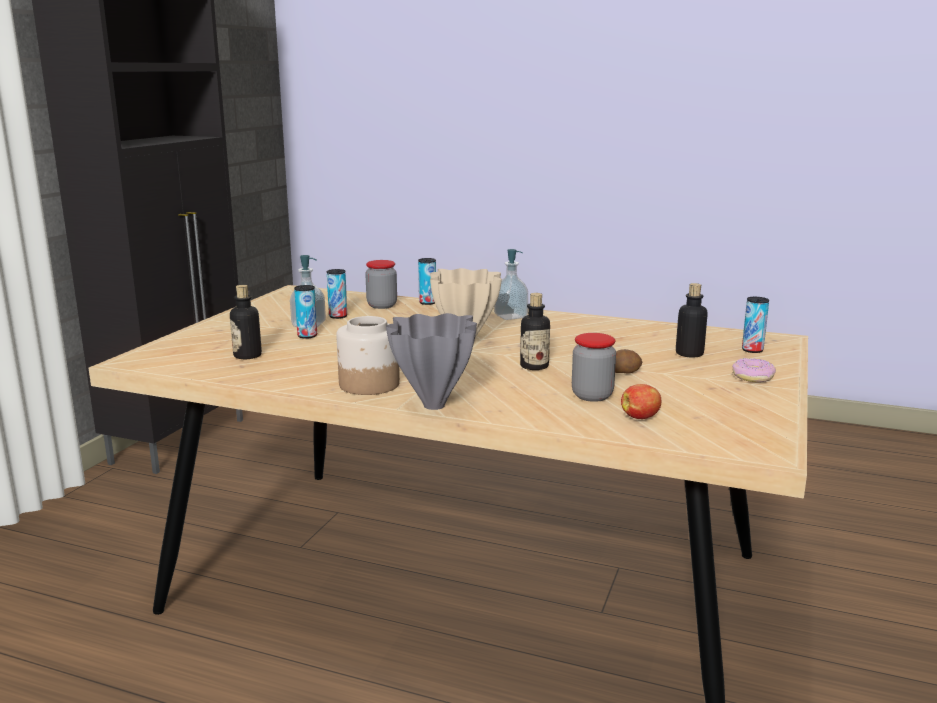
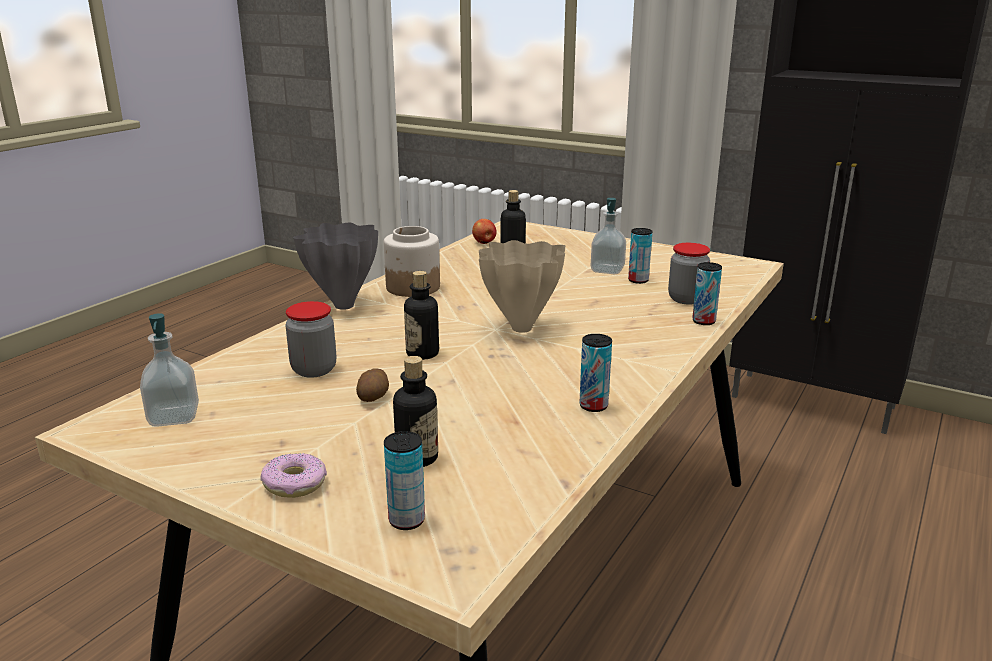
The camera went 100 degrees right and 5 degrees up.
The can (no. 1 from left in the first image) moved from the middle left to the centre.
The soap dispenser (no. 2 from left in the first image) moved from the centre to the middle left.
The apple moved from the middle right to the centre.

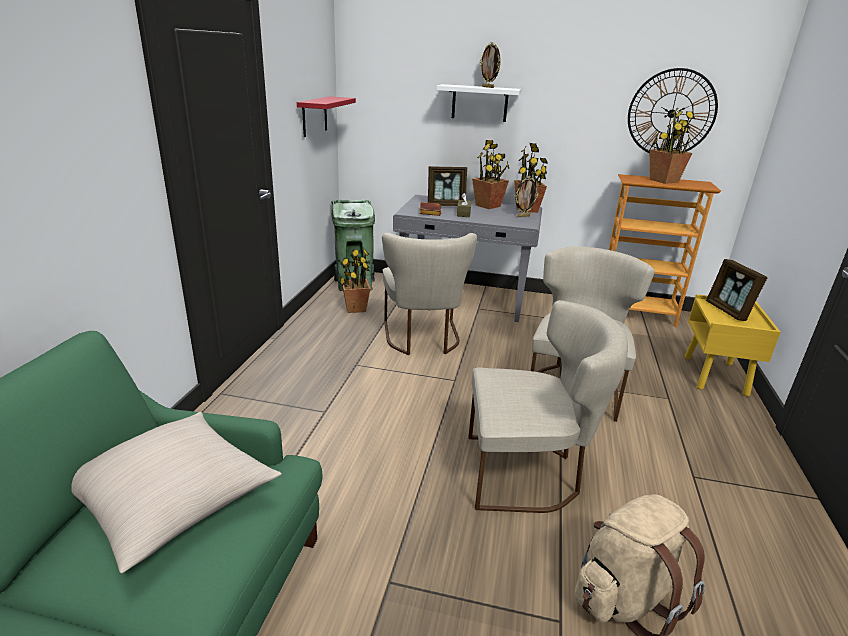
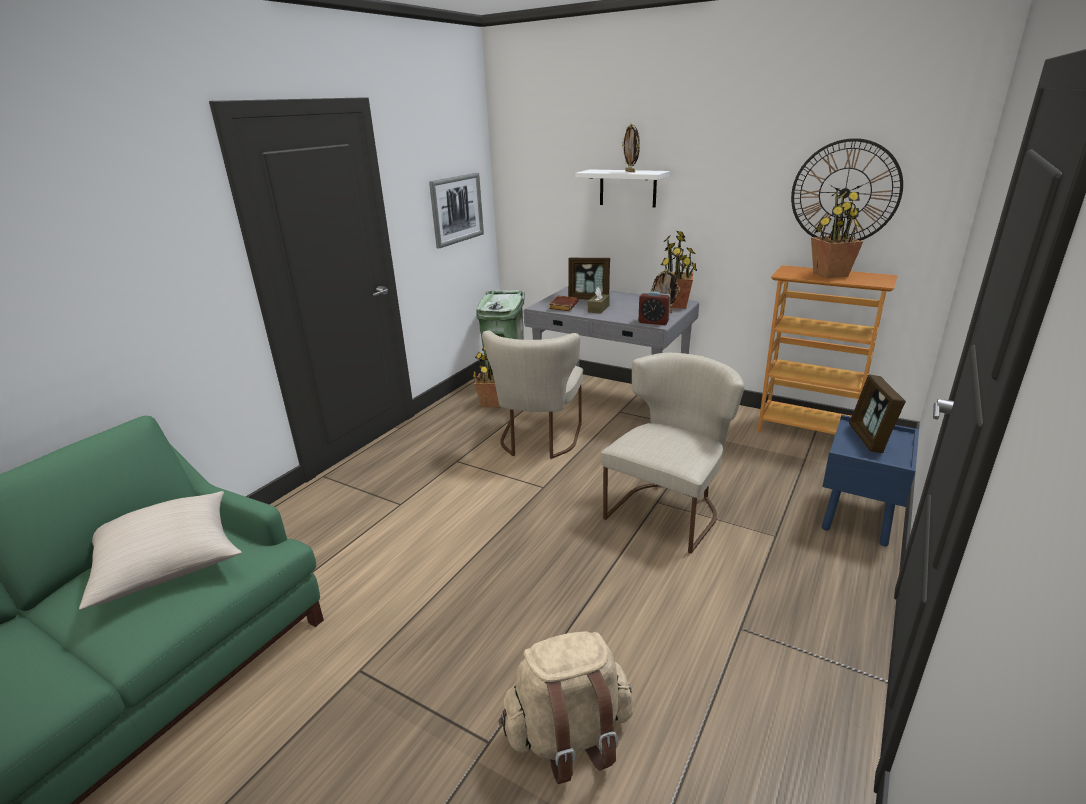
The camera went 20 degrees right and 0 degrees up.
The shelf in red at the top centre was replaced by the picture at the top centre.
The chair in beige (no. 2 from left) at the centre disappeared.
The potted plant (no. 2 from left) at the top centre disappeared.
The nightstand in yellow at the middle right became the nightstand in blue at the middle right.
The alarm clock at the centre appeared.

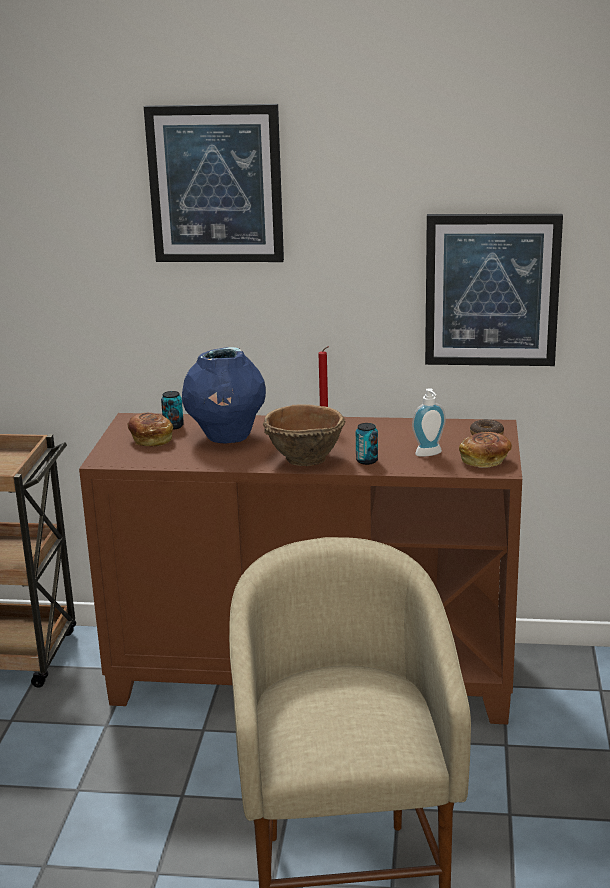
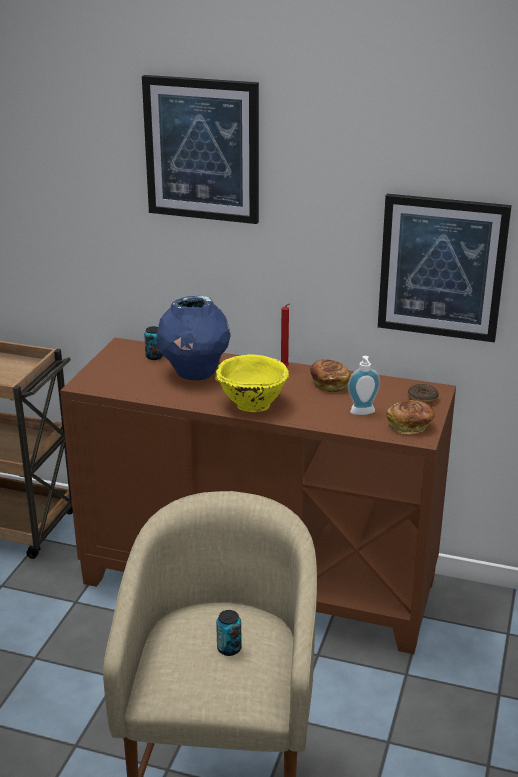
The camera went 10 degrees right and 5 degrees up.
The bread (no. 1 from left) moved from the middle left to the centre.
The bowl in brown at the centre became the bowl in yellow at the centre.
The can (no. 2 from left) moved from the centre to the bottom centre.

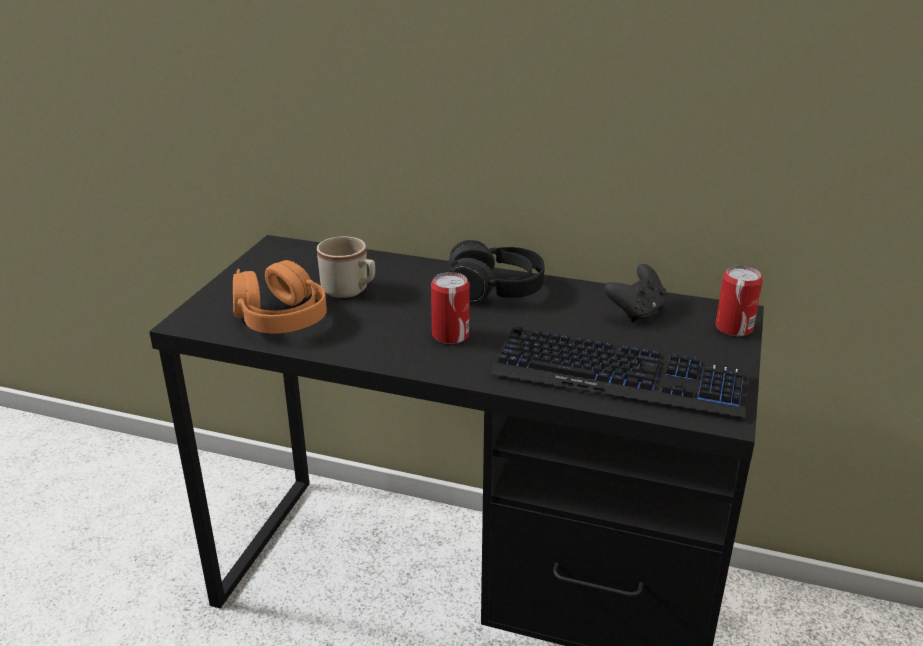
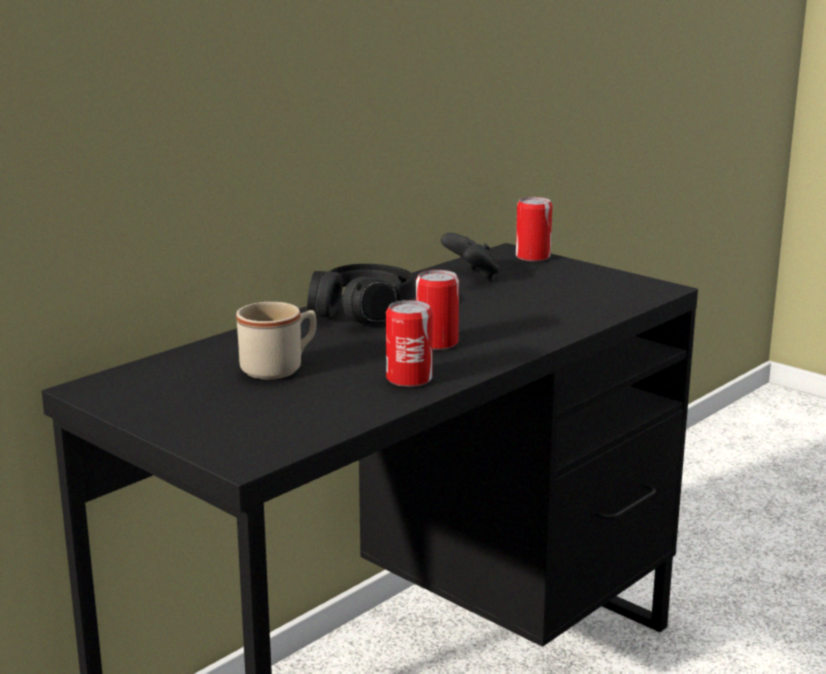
The camera went 65 degrees left and 10 degrees down.
The headphones in orange at the middle left disappeared.
The keyboard at the middle right disappeared.
The can (no. 1 from left) at the centre appeared.

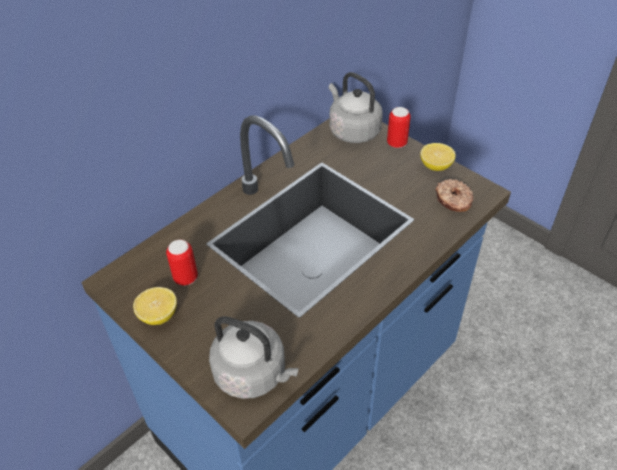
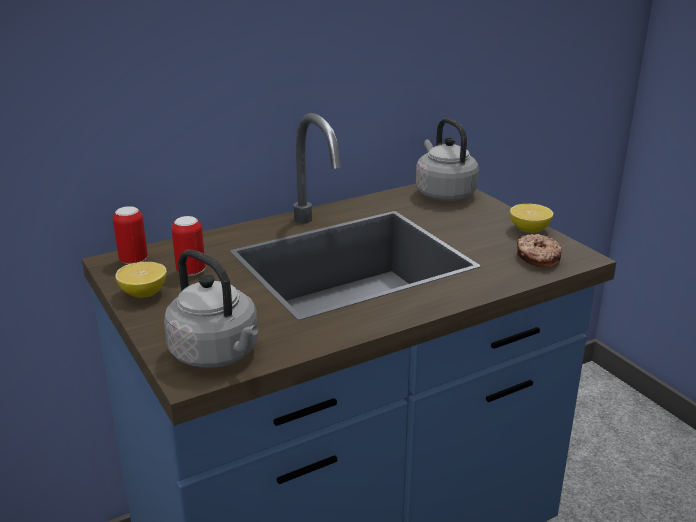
The camera went 15 degrees right and 20 degrees down.
The can (no. 2 from left in the first image) moved from the top centre to the middle left.

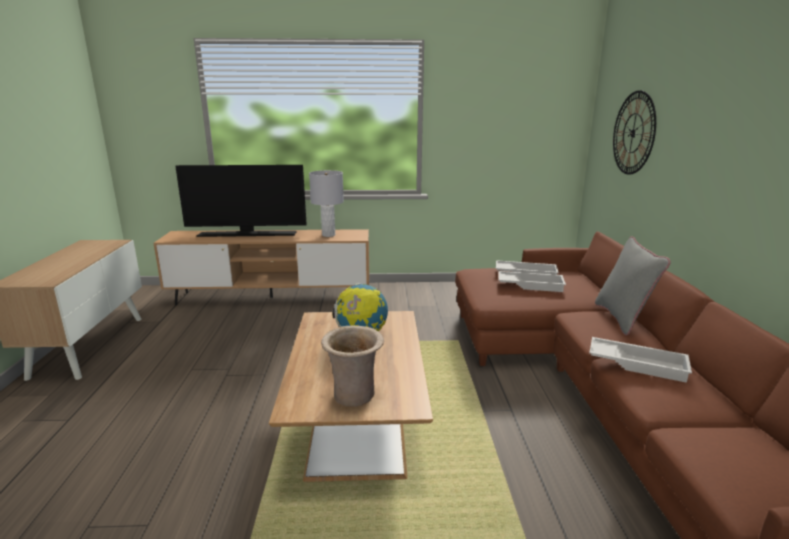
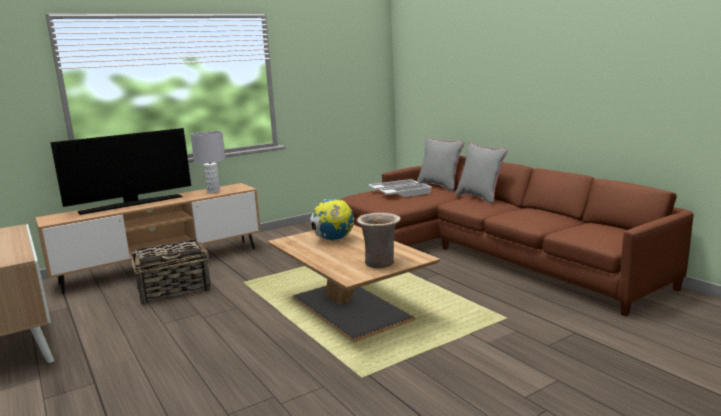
The camera went 30 degrees left and 5 degrees down.
The tray in white (no. 3 from left) at the bottom right disappeared.
The wall clock at the top right disappeared.
The basket at the middle left appeared.
The pillow in grey (no. 1 from left) at the centre appeared.

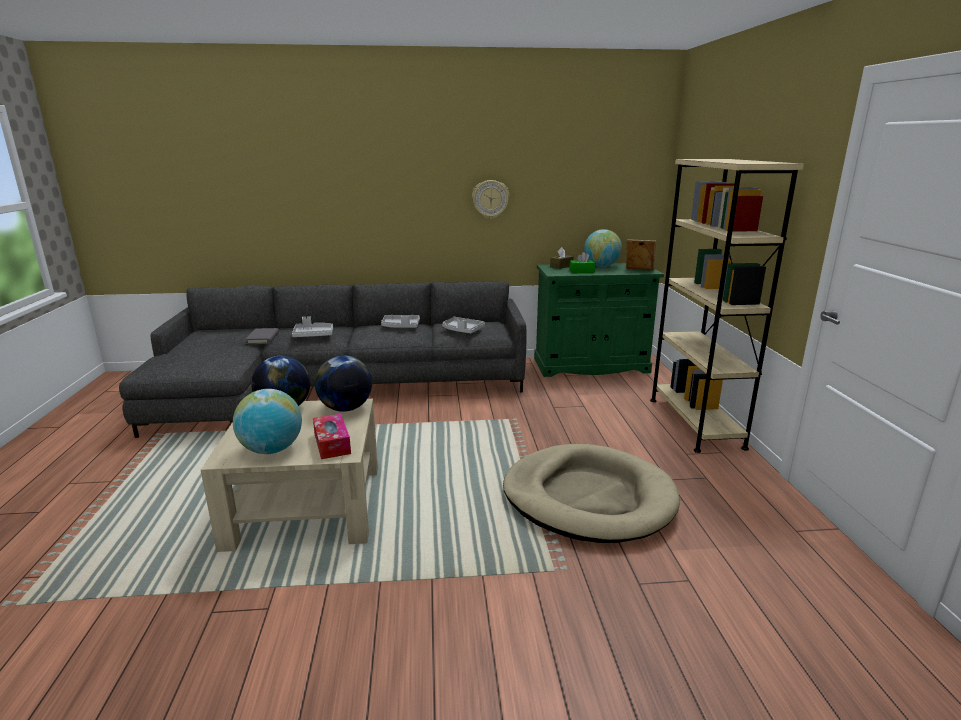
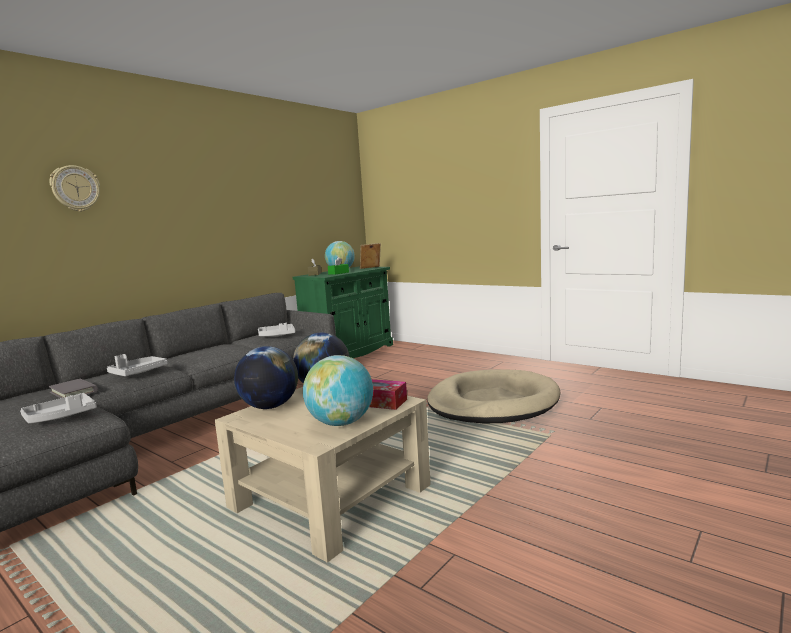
The camera went 45 degrees left and 10 degrees down.
The tray in grey (no. 2 from left in the first image) moved from the centre to the middle left.
The wall clock moved from the top centre to the top left.
The bookcase in beige at the middle right disappeared.

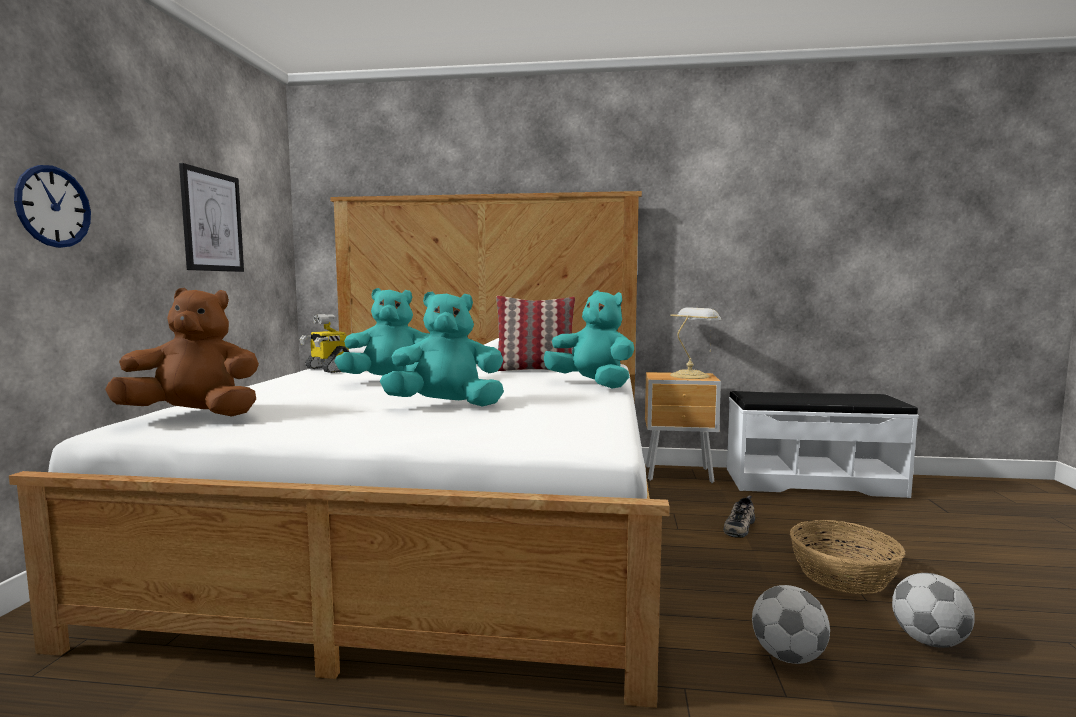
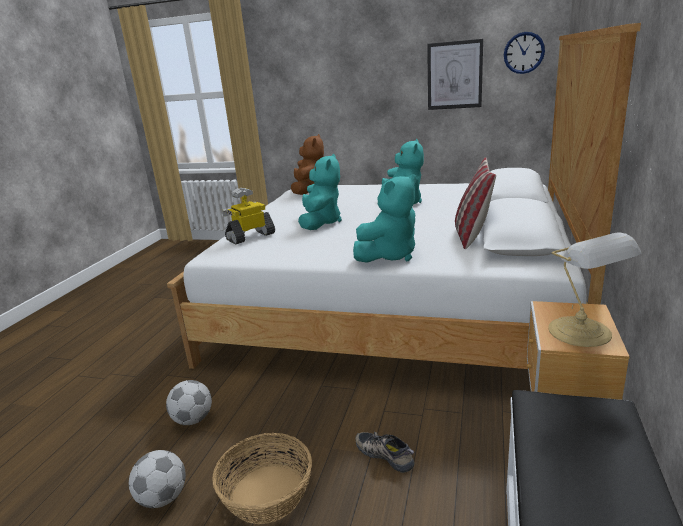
The camera went 100 degrees right and 15 degrees up.
The wall clock moved from the top left to the top right.
The toy robot moved from the middle left to the centre.

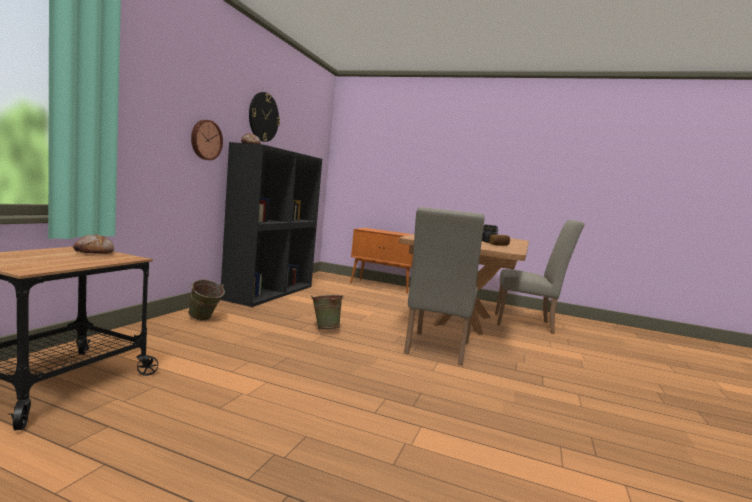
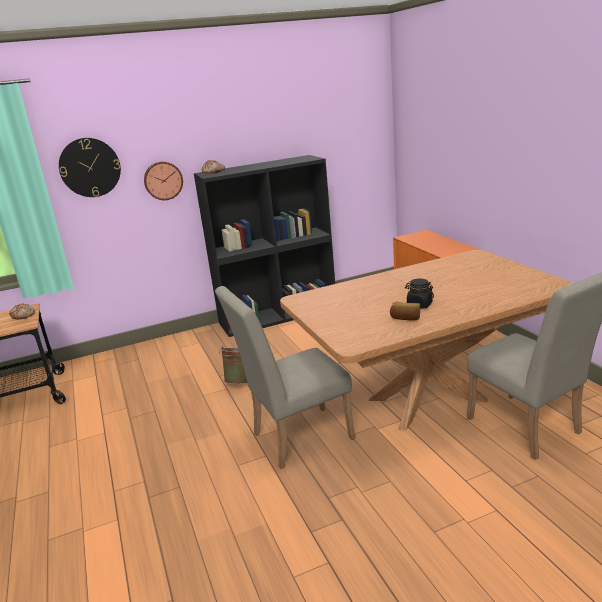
The camera went 50 degrees right and 15 degrees up.
The bucket in green (no. 1 from left) at the middle left disappeared.
The wall clock (no. 2 from left in the first image) moved from the top centre to the top left.

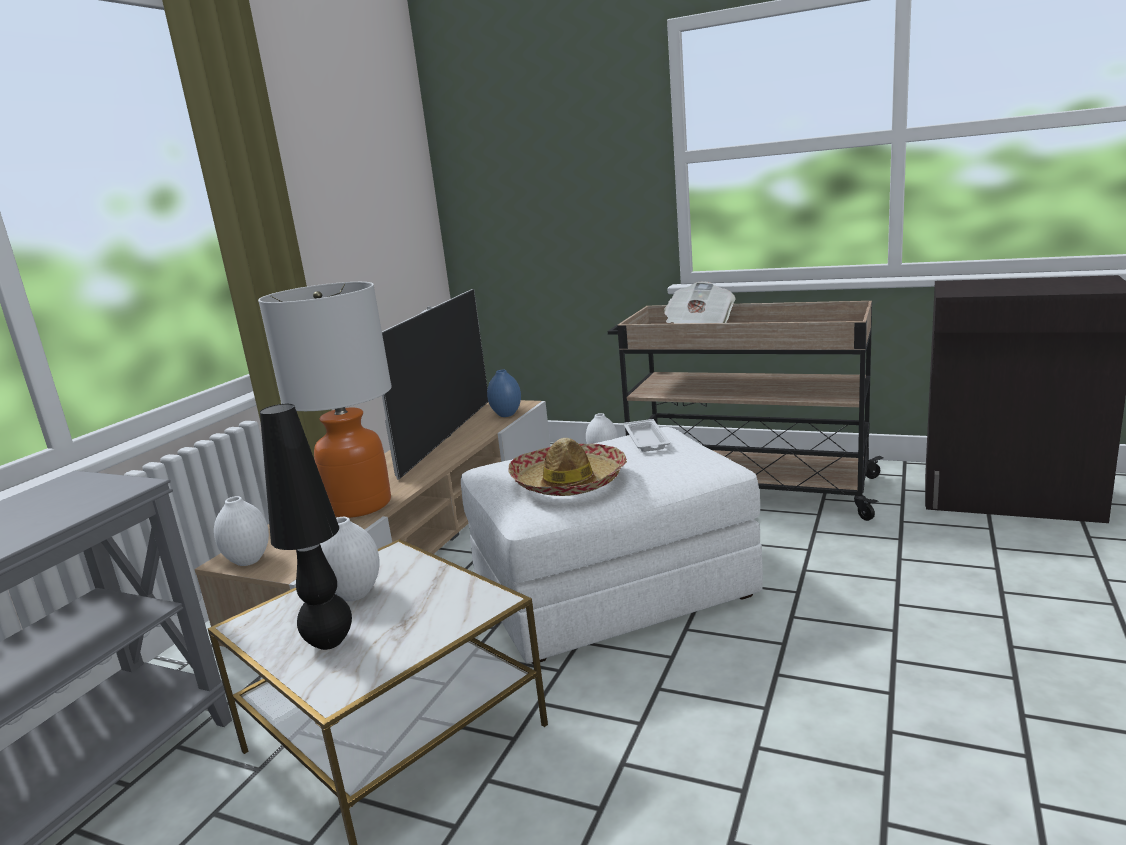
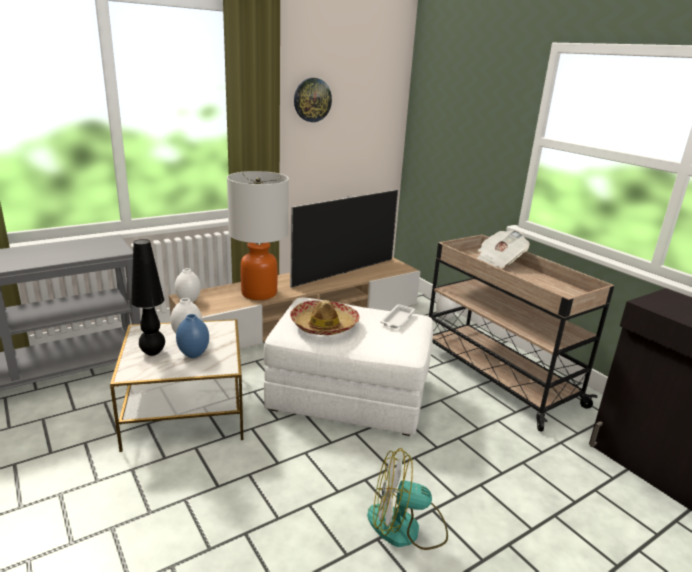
The camera went 30 degrees right and 5 degrees up.
The vase in blue moved from the centre to the middle left.
The wall clock at the top centre appeared.
The fan at the bottom centre appeared.

